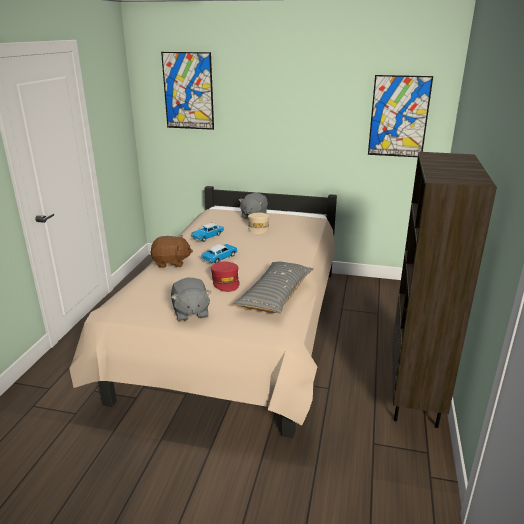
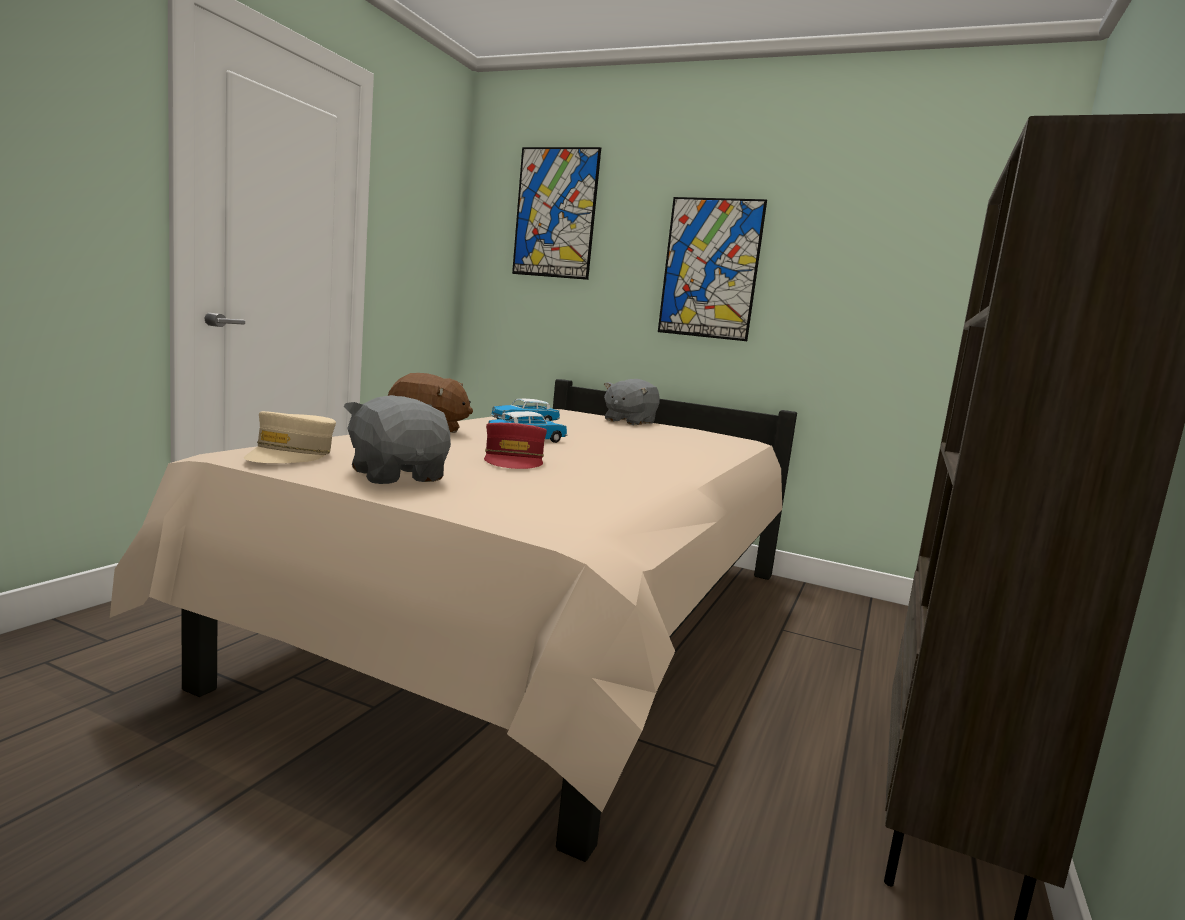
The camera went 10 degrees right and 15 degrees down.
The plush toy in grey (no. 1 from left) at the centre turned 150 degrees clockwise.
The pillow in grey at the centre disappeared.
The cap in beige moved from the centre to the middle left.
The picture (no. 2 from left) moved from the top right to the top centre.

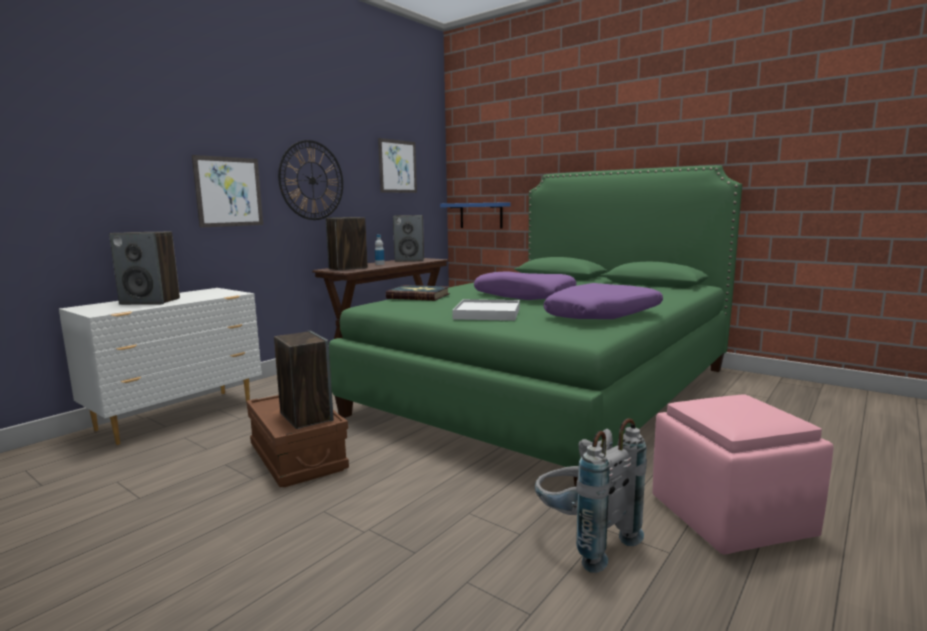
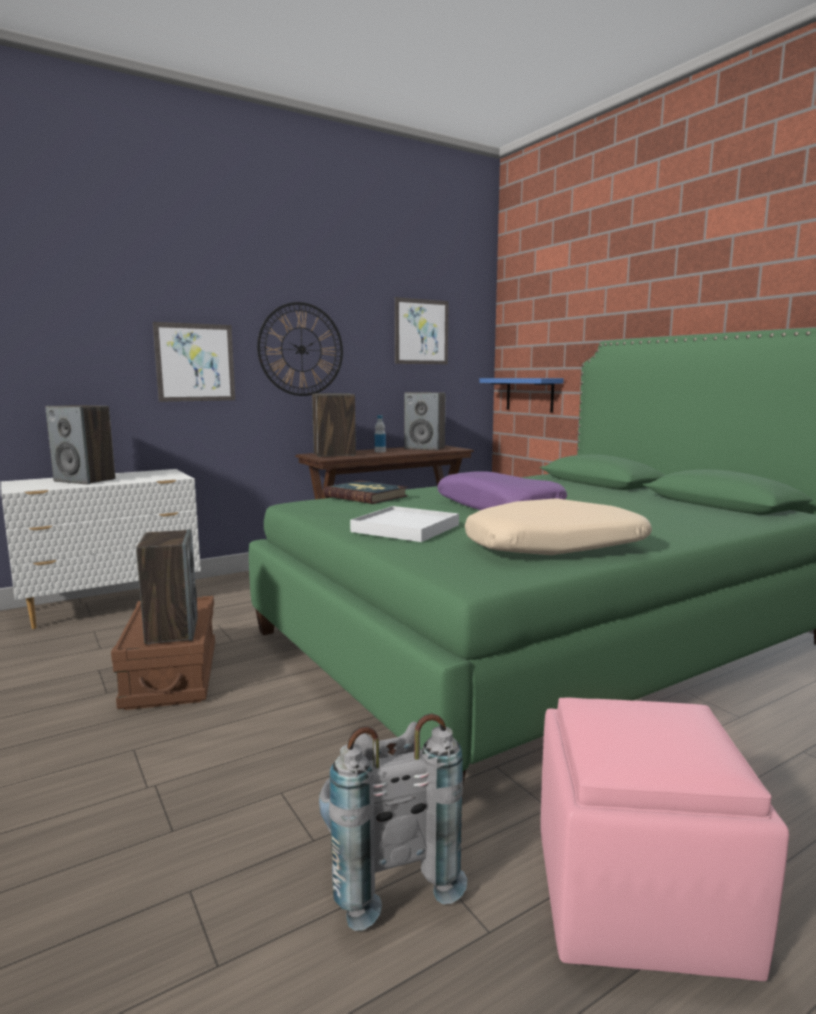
The camera went 20 degrees right and 0 degrees up.
The pillow in purple (no. 2 from left) at the centre became the pillow in beige at the middle right.

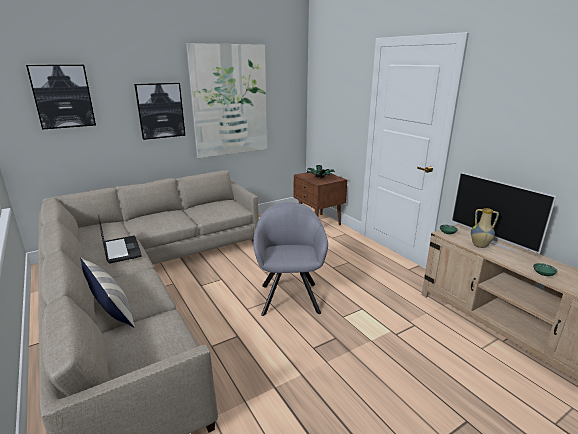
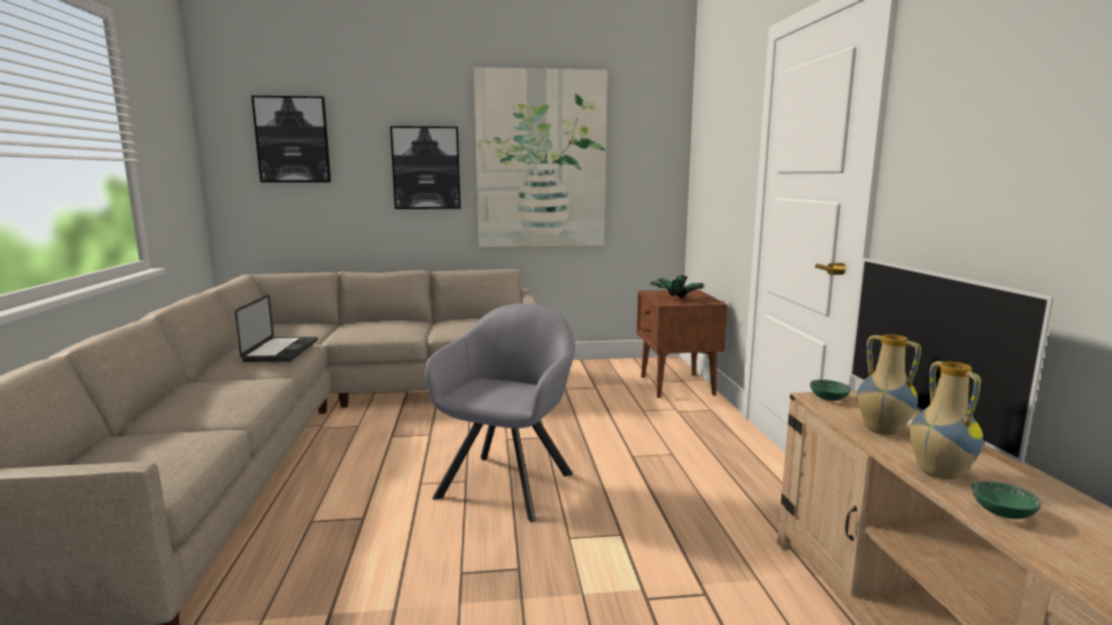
The camera went 25 degrees right and 10 degrees down.
The pillow at the bottom left disappeared.
The vase (no. 2 from left) at the bottom right appeared.

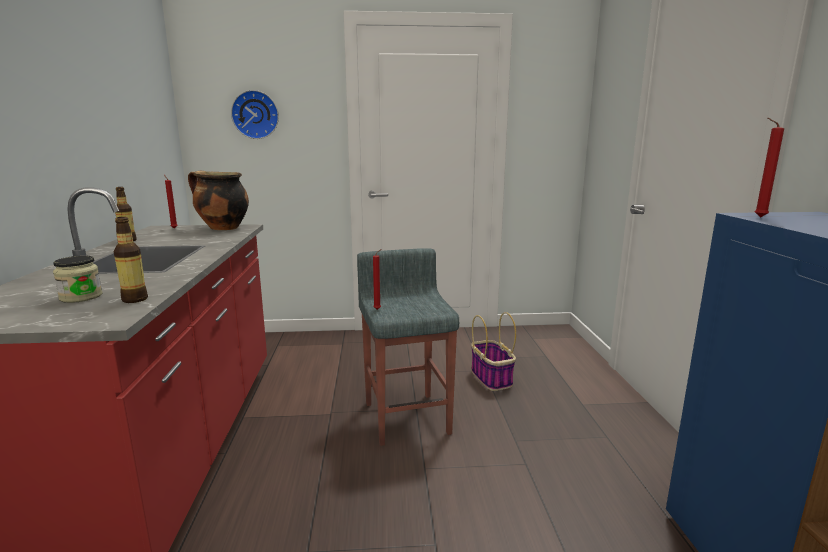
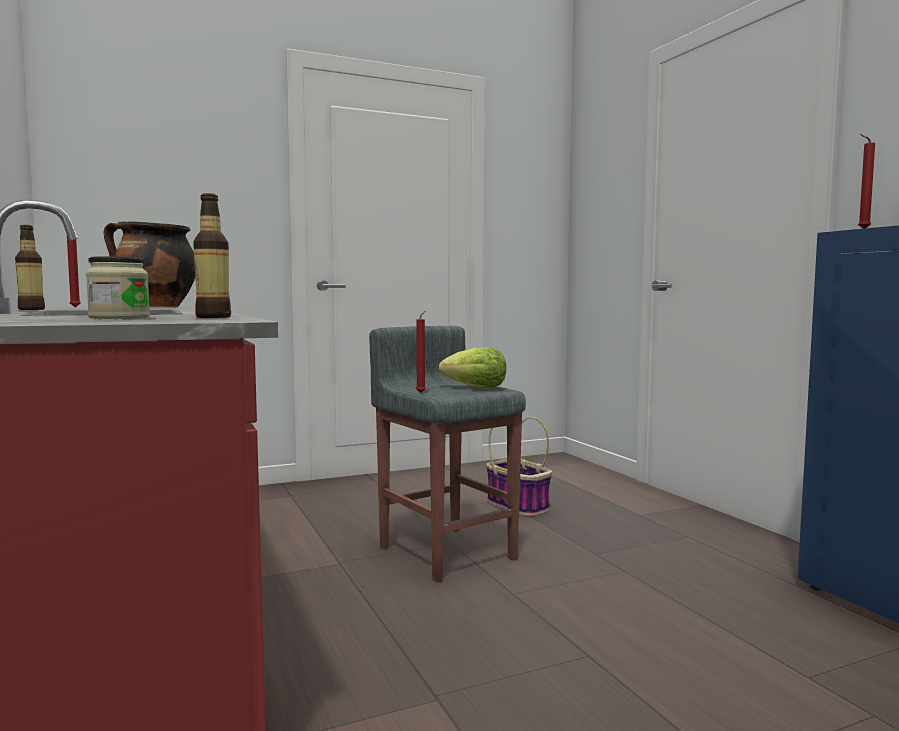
The camera went 20 degrees left and 10 degrees down.
The wall clock at the top left disappeared.
The lettuce at the centre appeared.

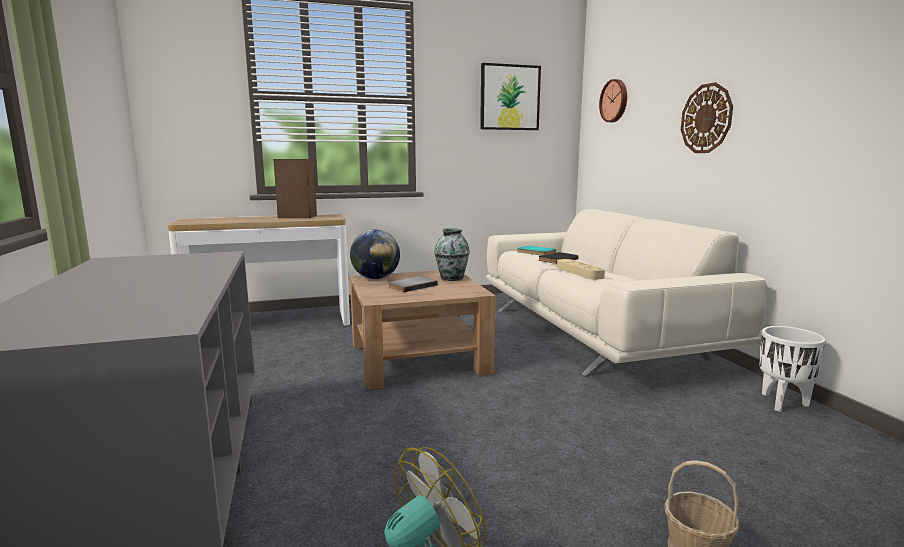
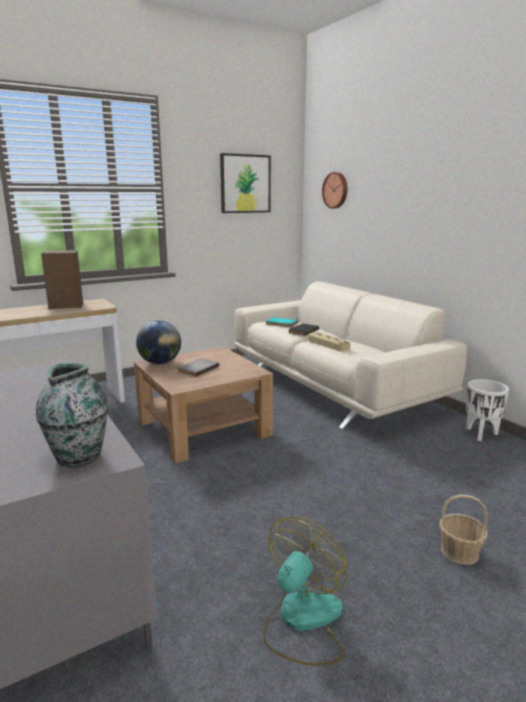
The camera went 15 degrees left and 5 degrees up.
The vase moved from the centre to the middle left.
The wall clock (no. 2 from left) at the top right disappeared.

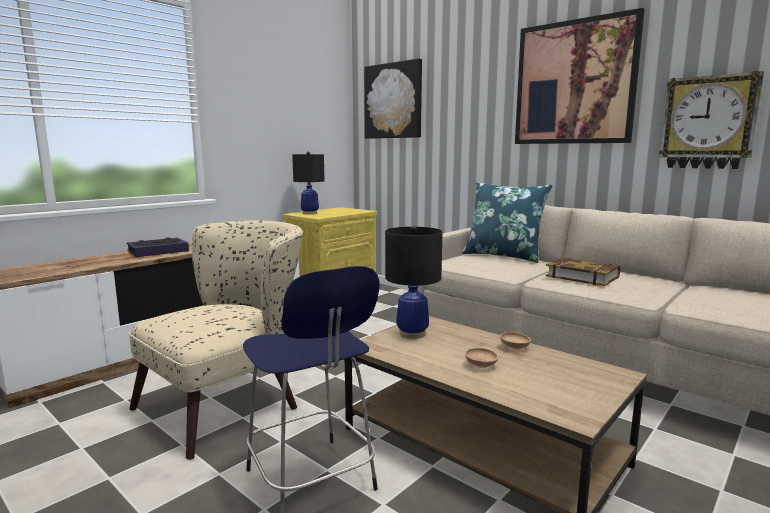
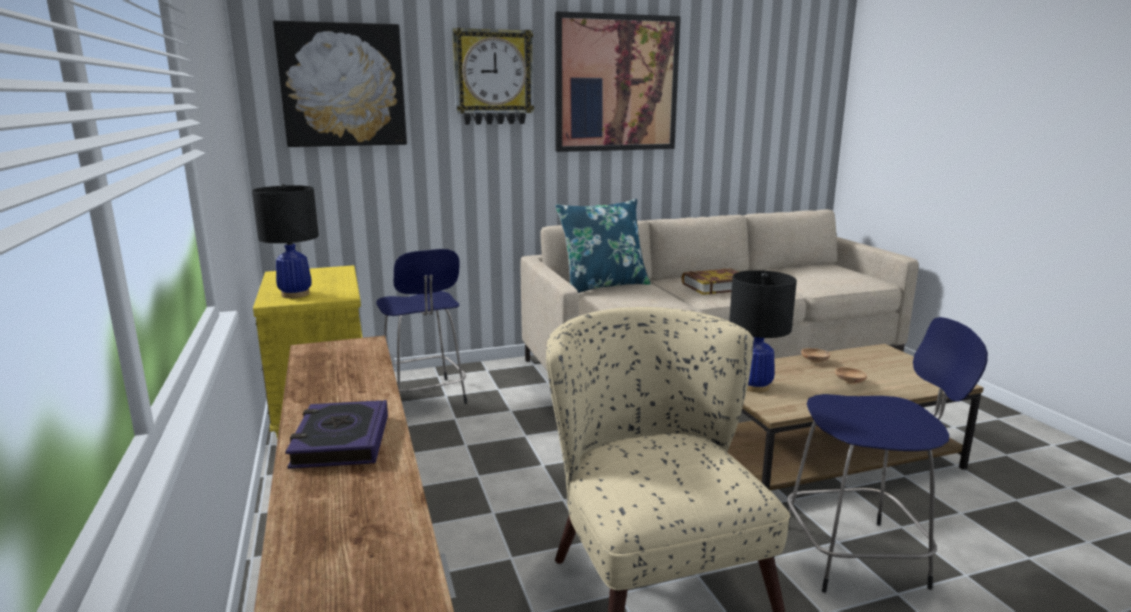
The camera went 60 degrees left and 5 degrees up.
The wall clock moved from the top right to the top centre.
The stool in blue (no. 1 from left) at the centre appeared.

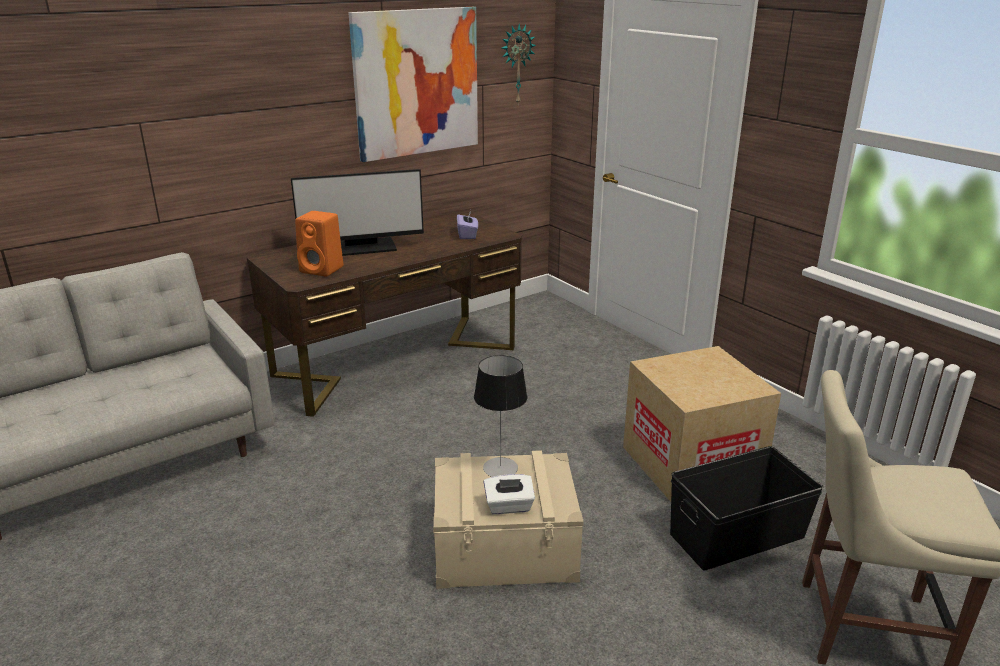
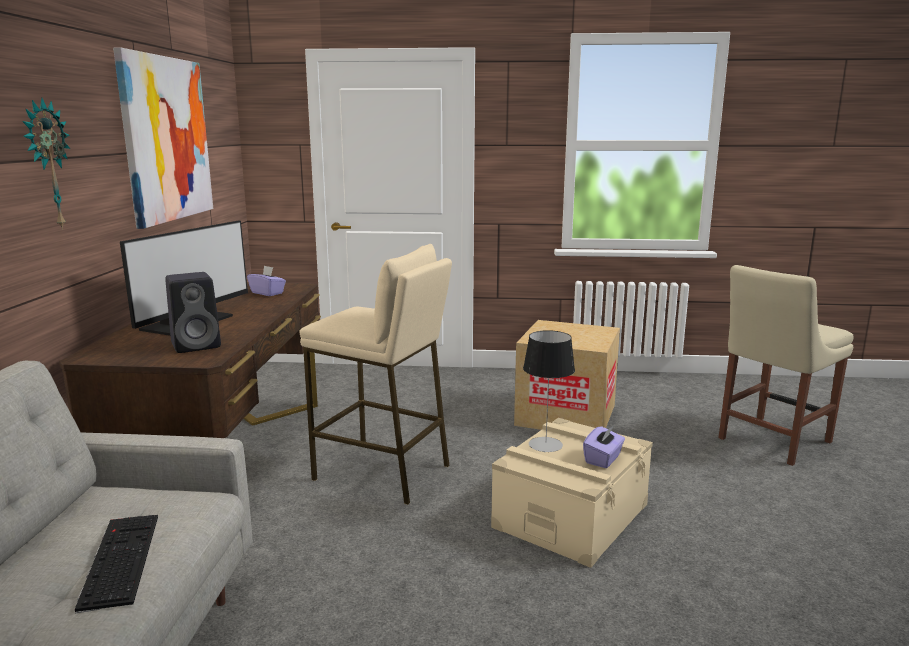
The camera went 50 degrees left and 10 degrees down.
The speaker in orange at the middle left became the speaker in black at the middle left.
The tissue box in white at the bottom centre became the tissue box in purple (no. 2 from left) at the bottom centre.
The wall clock moved from the top centre to the top left.
The storage box in black at the bottom right disappeared.
The keyboard at the bottom left appeared.
The stool in beige at the centre appeared.

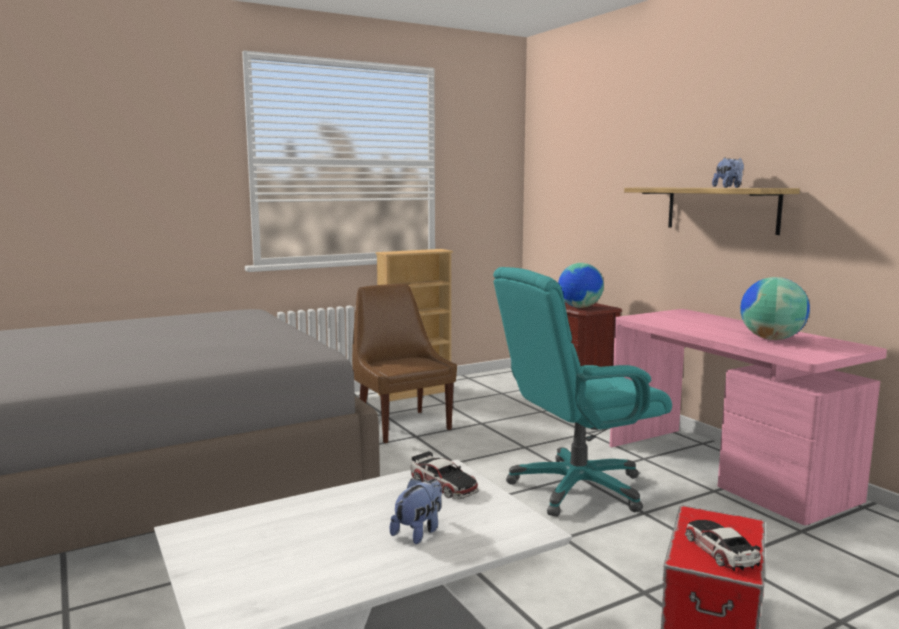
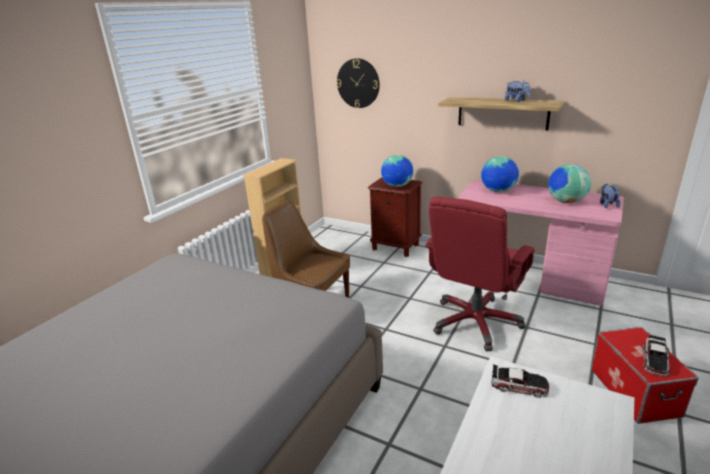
The camera went 30 degrees left and 15 degrees up.
The plush toy (no. 1 from left in the first image) moved from the bottom centre to the middle right.
The office chair in turquoise at the centre became the office chair in red at the middle right.
The toy car (no. 2 from left) at the bottom right turned 105 degrees counterclockwise.
The wall clock at the top centre appeared.
The globe (no. 2 from left) at the middle right appeared.

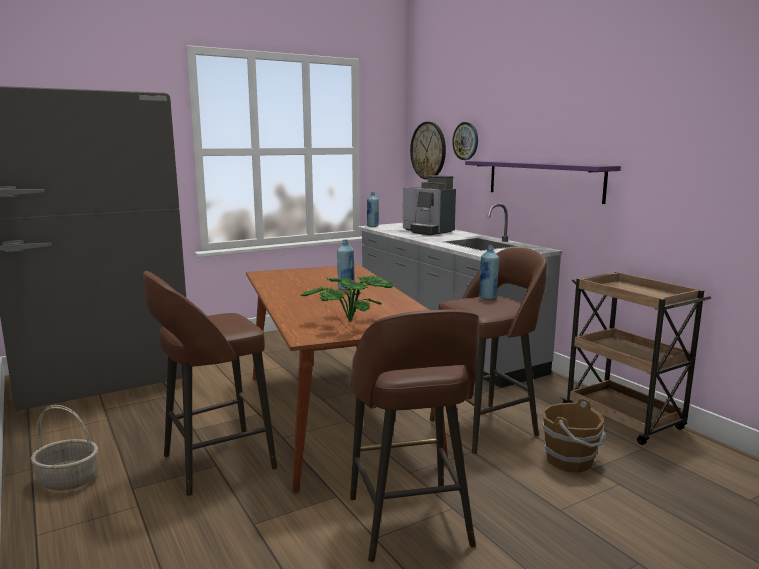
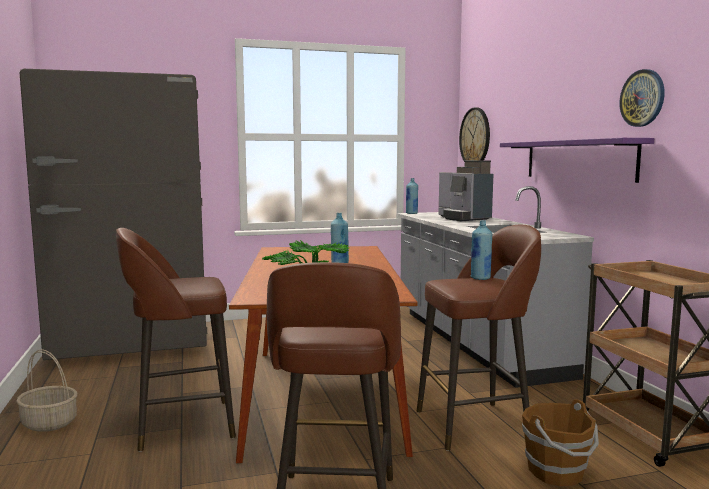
The camera went 15 degrees right and 5 degrees down.
The wall clock (no. 2 from left) moved from the top centre to the top right.

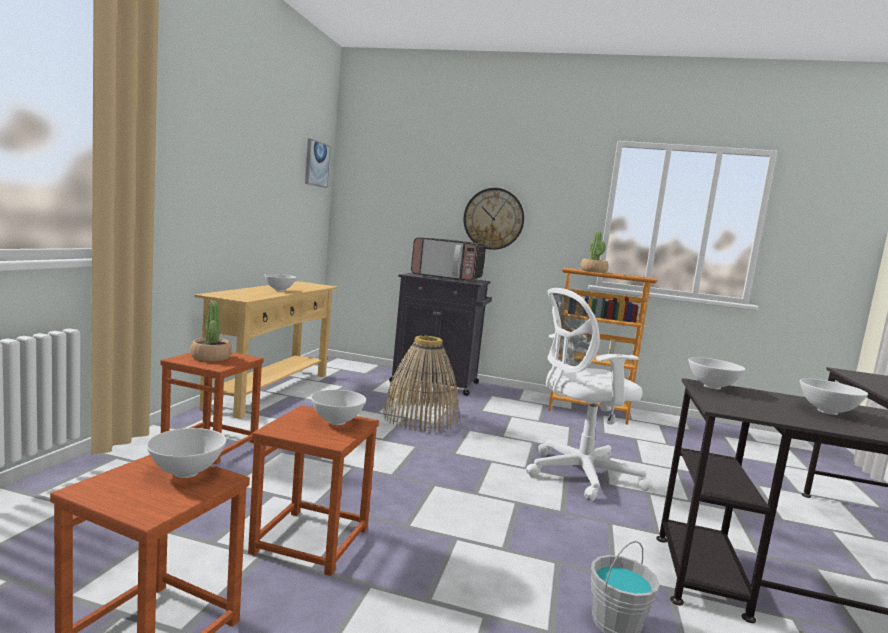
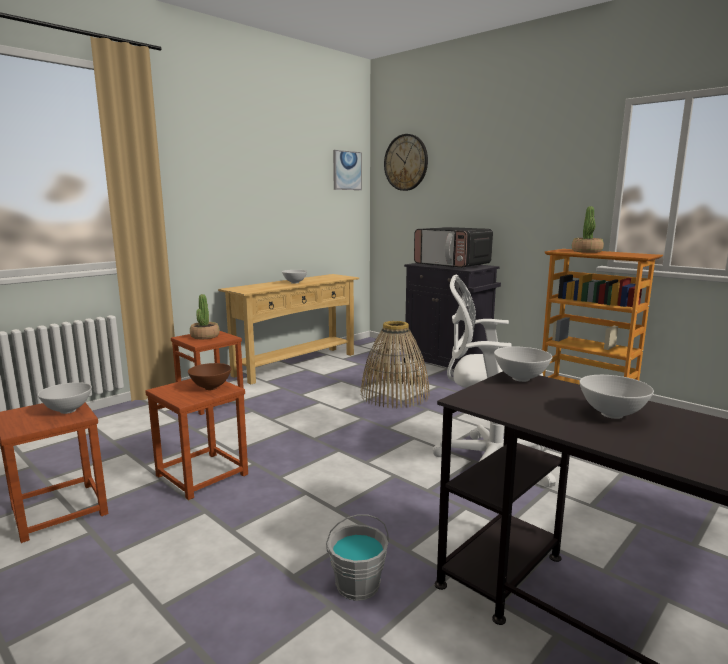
The camera went 30 degrees right and 5 degrees up.
The bowl in white (no. 3 from left) at the centre became the bowl in brown at the middle left.
The wall clock moved from the centre to the top centre.

